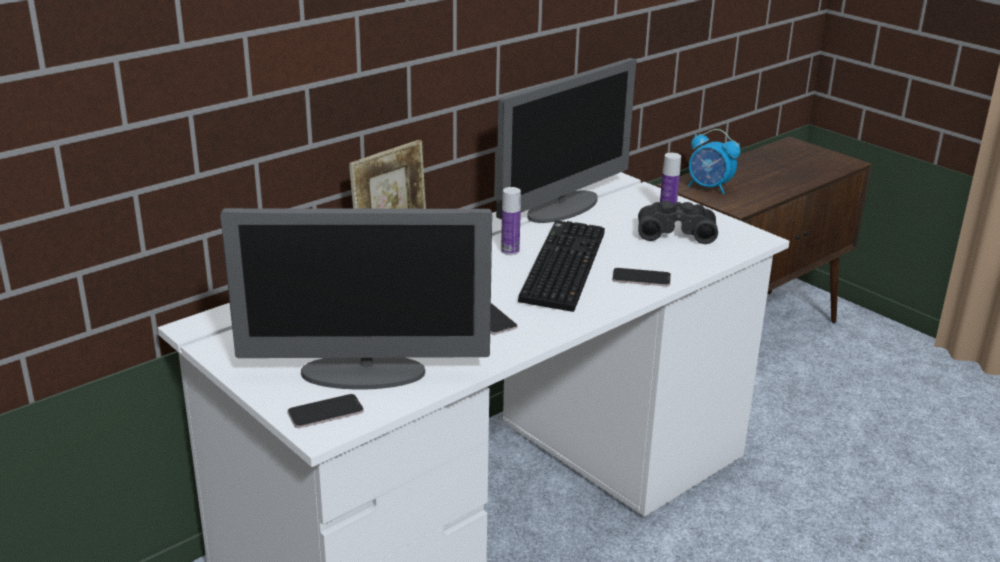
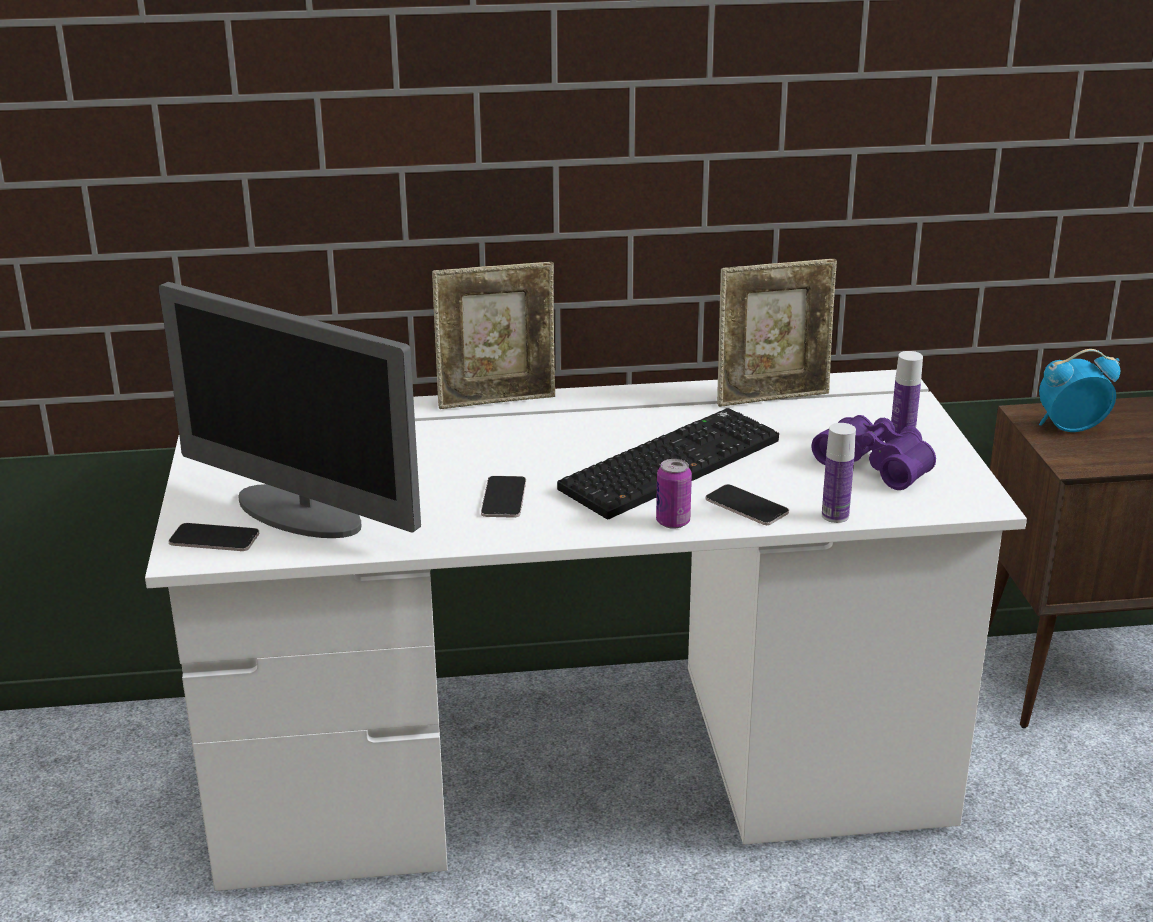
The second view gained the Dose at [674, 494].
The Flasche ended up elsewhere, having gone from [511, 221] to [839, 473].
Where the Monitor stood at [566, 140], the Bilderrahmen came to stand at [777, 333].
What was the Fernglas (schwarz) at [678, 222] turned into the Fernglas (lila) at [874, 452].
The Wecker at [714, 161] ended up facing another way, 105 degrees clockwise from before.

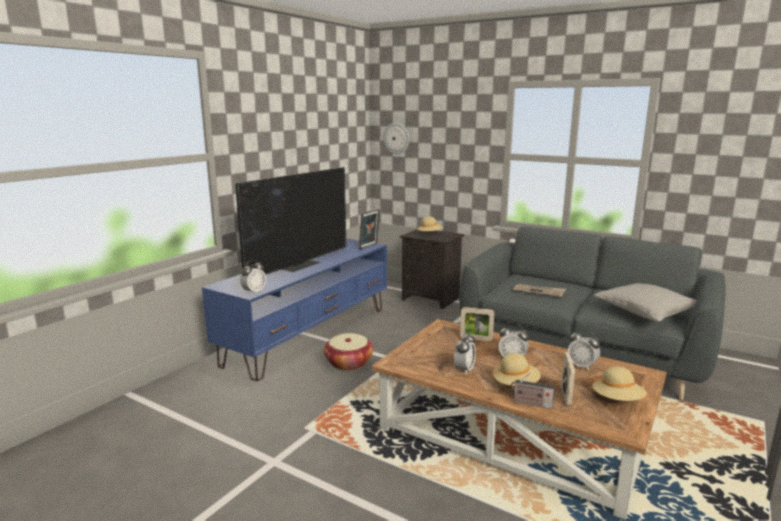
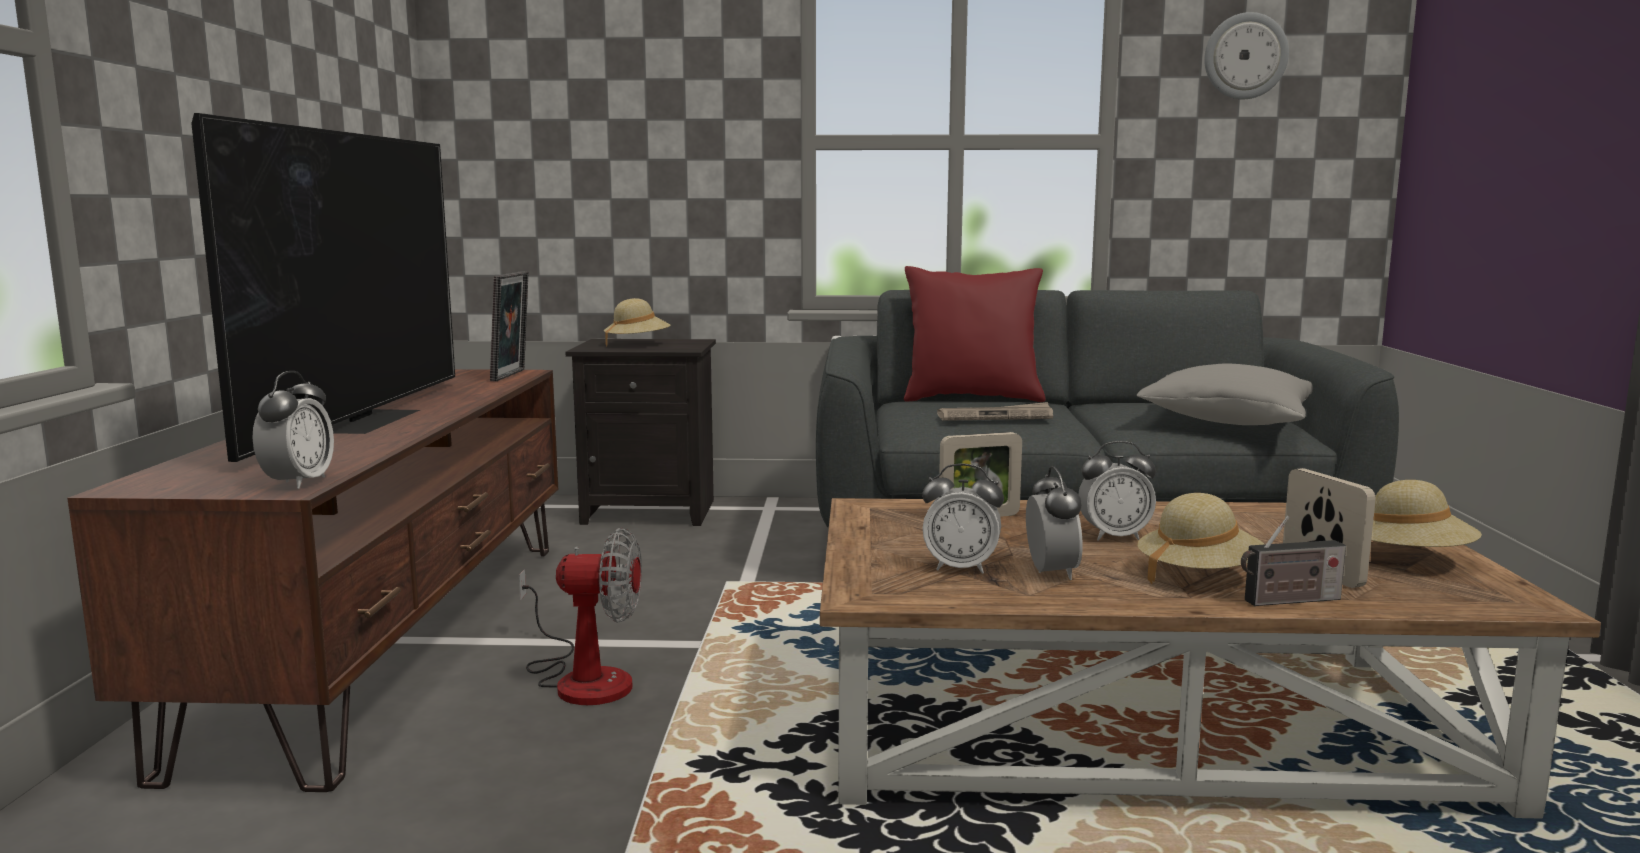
The second view gained the Kissen (rot) at [974, 334].
The Wanduhr ended up elsewhere, having gone from [396, 138] to [1246, 55].
The Wecker ended up elsewhere, having gone from [584, 350] to [963, 519].
Where the Korb stood at [348, 351], the Ventilator came to stand at [580, 616].
What was the Fernsehschrank (blau) at [294, 310] turned into the Fernsehschrank (braun) at [312, 580].

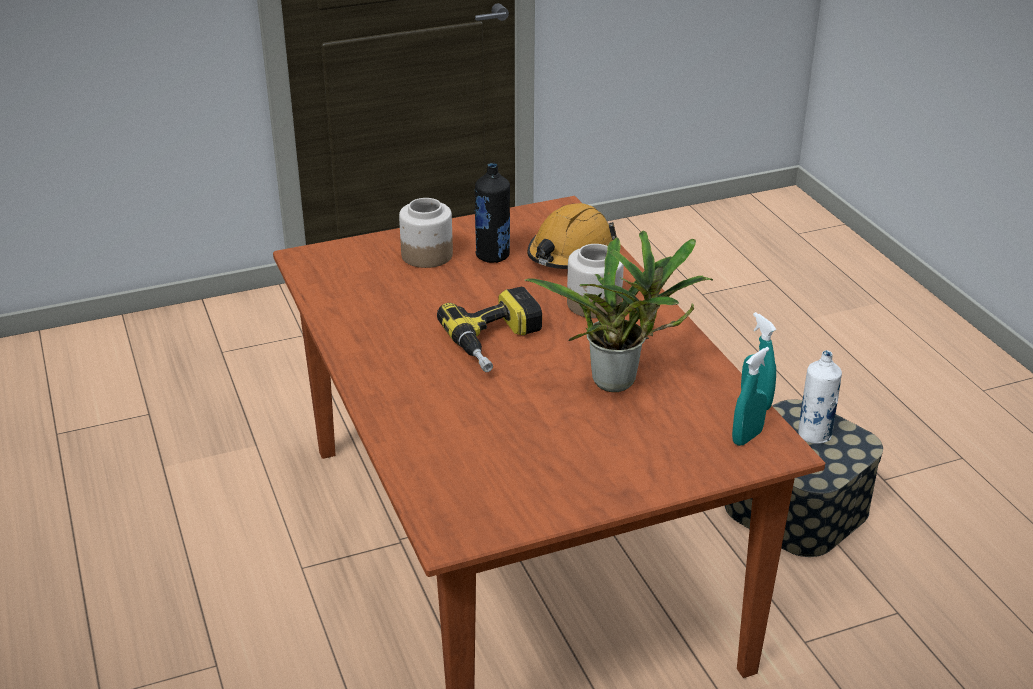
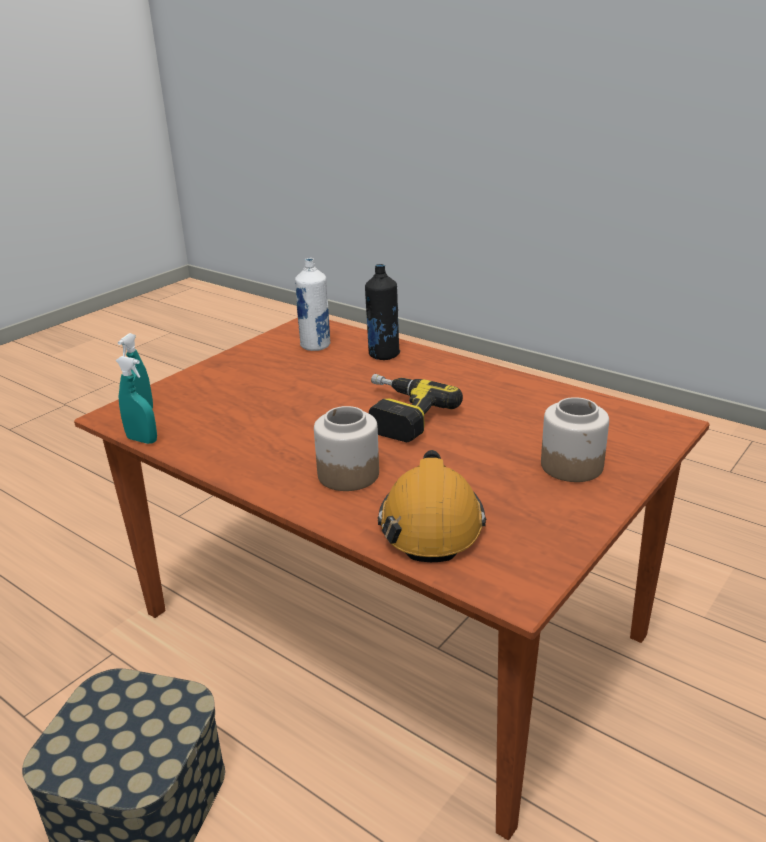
The second view lost the Topfpflanze at [619, 311].
The Flasche (schwarz) ended up elsewhere, having gone from [492, 213] to [382, 312].
The Flasche (weiß) ended up elsewhere, having gone from [820, 397] to [312, 304].

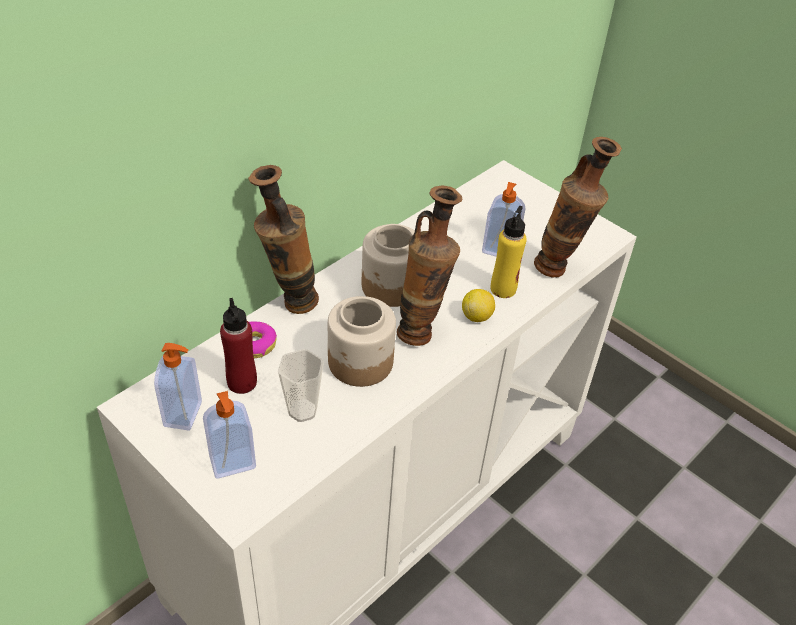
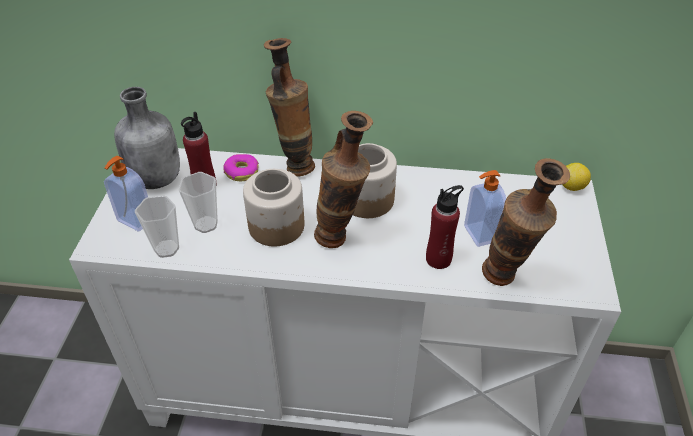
The second view gained the Tasse at [157, 226].
The Zitrone ended up elsewhere, having gone from [478, 305] to [576, 177].
Where the Seifenspender stood at [178, 387], the Flasche (grau) came to stand at [147, 138].
What was the Flasche (gelb) at [509, 252] turned into the Flasche (rot) at [445, 227].

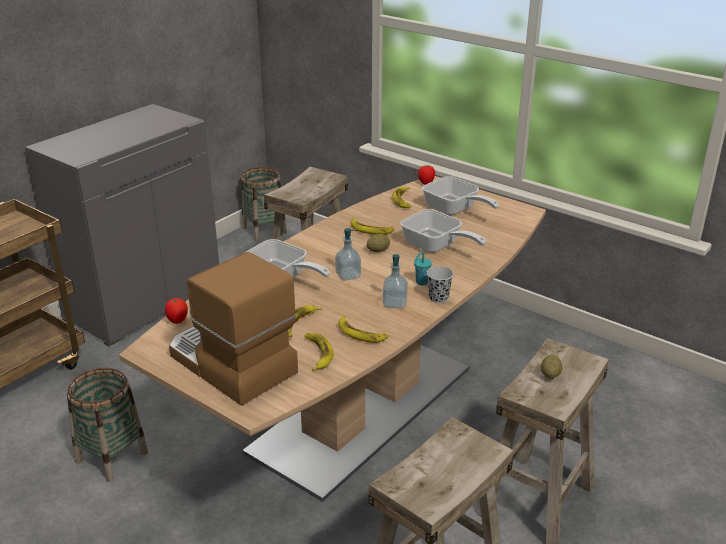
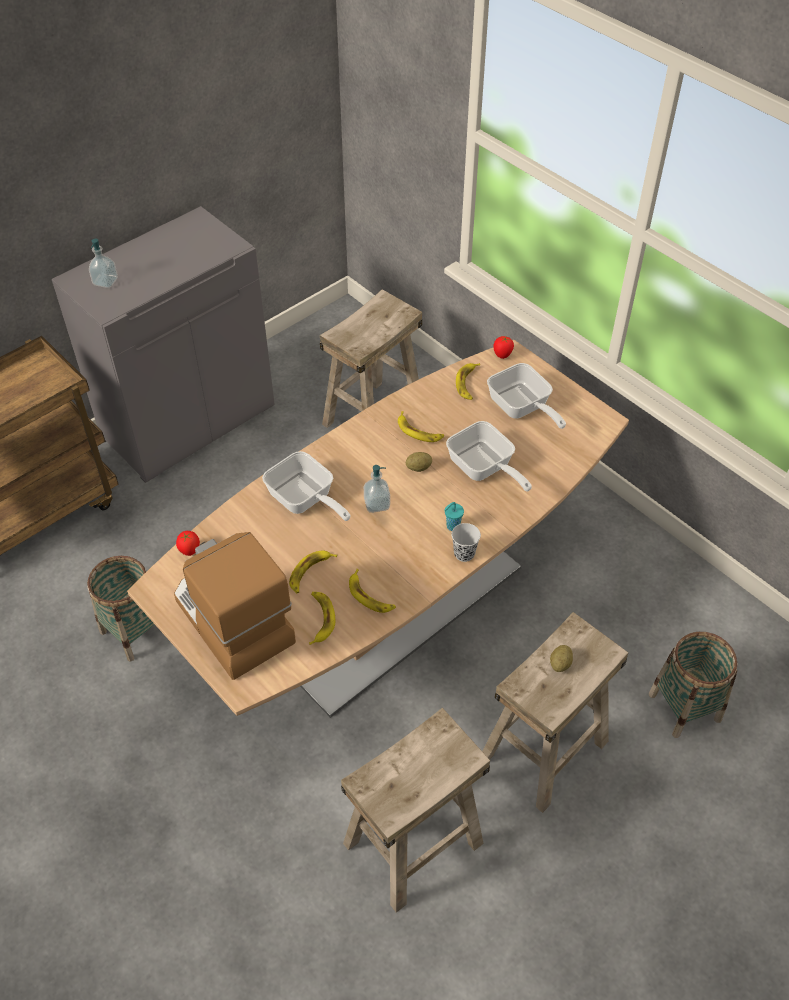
The Korb ended up elsewhere, having gone from [264, 204] to [693, 685].
The Seifenspender ended up elsewhere, having gone from [395, 281] to [103, 263].

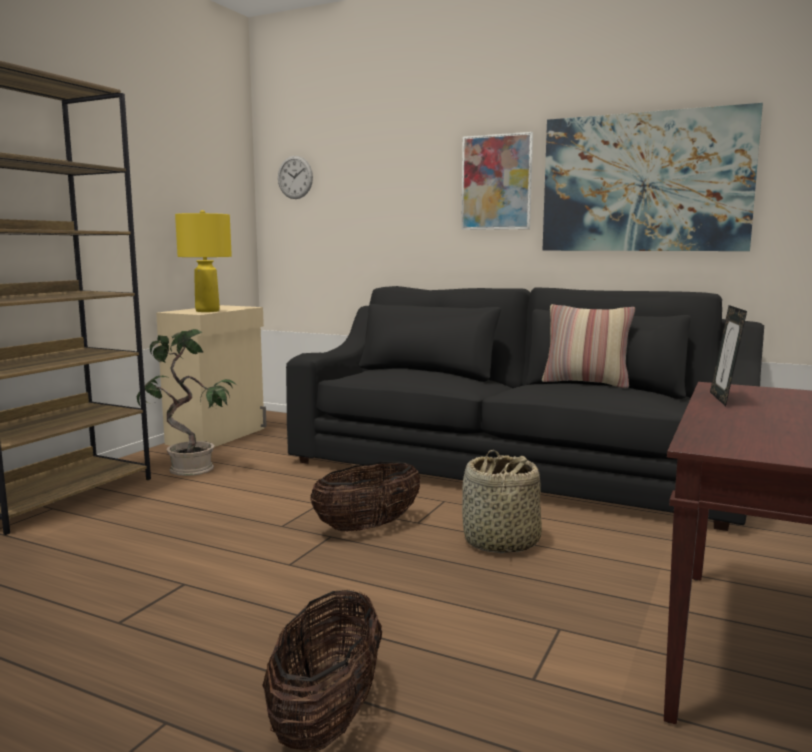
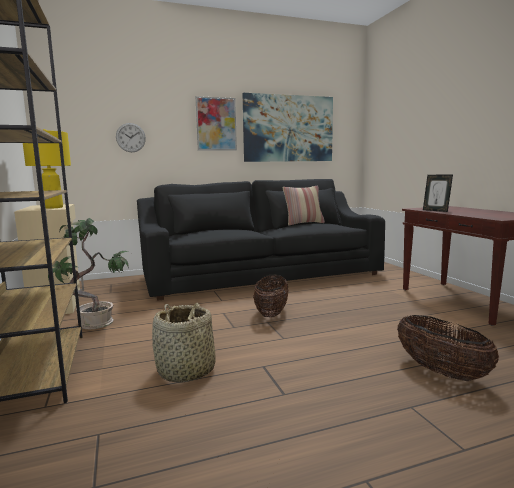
The Wanduhr ended up elsewhere, having gone from [295, 177] to [131, 137].
The Korb ended up elsewhere, having gone from [502, 501] to [184, 343].

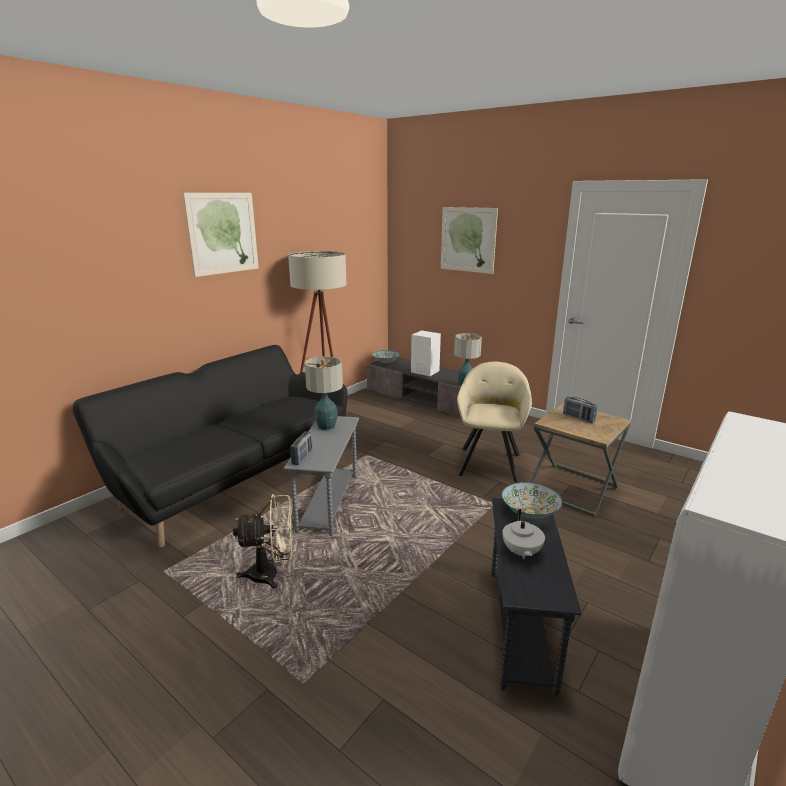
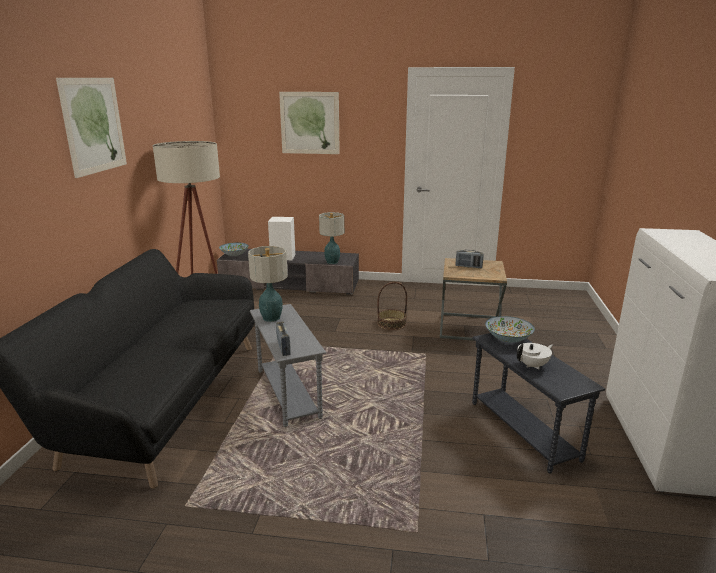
The second view lost the Ventilator (beige) at [263, 541].
Where the Sessel (beige) stood at [494, 422], the Korb came to stand at [392, 306].
The Teekanne (weiß) at [523, 534] ended up facing another way, 90 degrees counterclockwise from before.

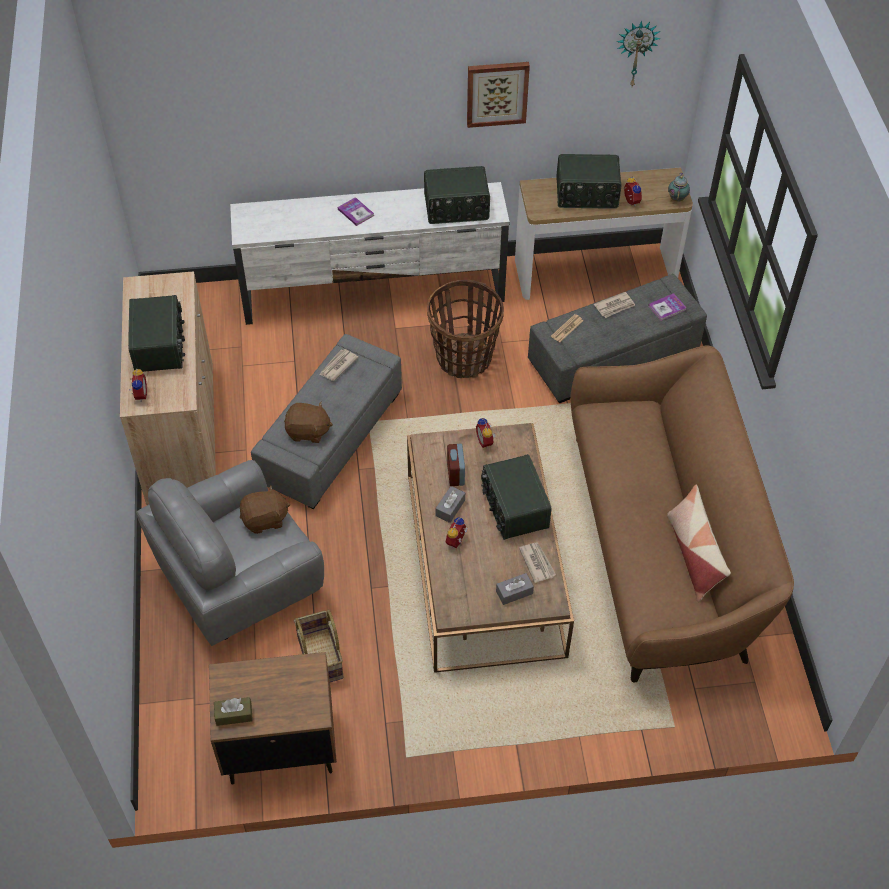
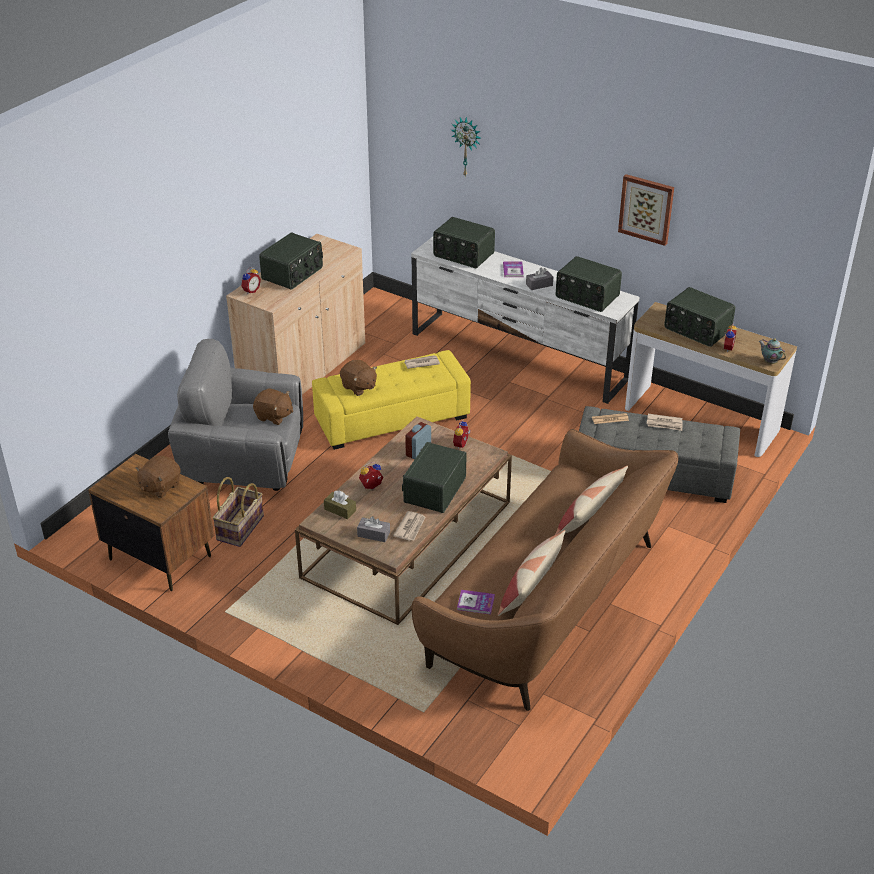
The second view lost the Korb at [465, 329].
The second view gained the Plüschtier (braun) at [158, 477].
The second view gained the Radio at [464, 242].
The second view gained the Kissen at [591, 500].
The Taschentuchbox (braun) ended up elsewhere, having gone from [233, 711] to [340, 505].
The Taschentuchbox (grau) ended up elsewhere, having gone from [450, 504] to [539, 279].
The Wanduhr ended up elsewhere, having gone from [639, 53] to [466, 146].
The Buch ended up elsewhere, having gone from [667, 307] to [476, 602].
What was the Polsterhocker (grau) at [326, 421] turned into the Polsterhocker (gelb) at [391, 400].
The Teekanne at [679, 187] ended up facing another way, 90 degrees counterclockwise from before.

